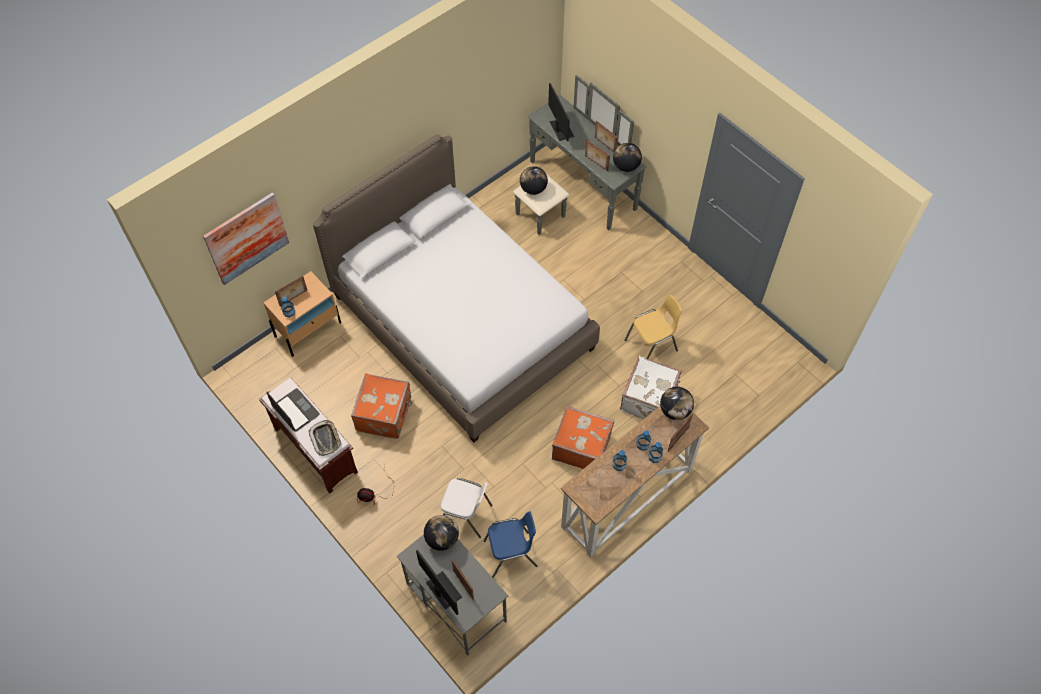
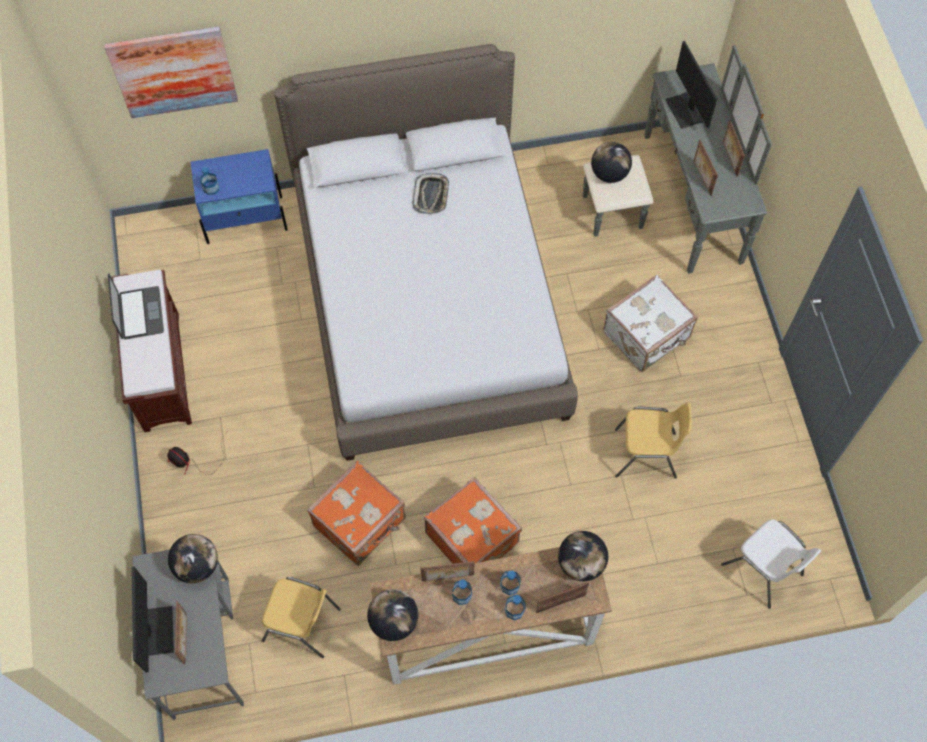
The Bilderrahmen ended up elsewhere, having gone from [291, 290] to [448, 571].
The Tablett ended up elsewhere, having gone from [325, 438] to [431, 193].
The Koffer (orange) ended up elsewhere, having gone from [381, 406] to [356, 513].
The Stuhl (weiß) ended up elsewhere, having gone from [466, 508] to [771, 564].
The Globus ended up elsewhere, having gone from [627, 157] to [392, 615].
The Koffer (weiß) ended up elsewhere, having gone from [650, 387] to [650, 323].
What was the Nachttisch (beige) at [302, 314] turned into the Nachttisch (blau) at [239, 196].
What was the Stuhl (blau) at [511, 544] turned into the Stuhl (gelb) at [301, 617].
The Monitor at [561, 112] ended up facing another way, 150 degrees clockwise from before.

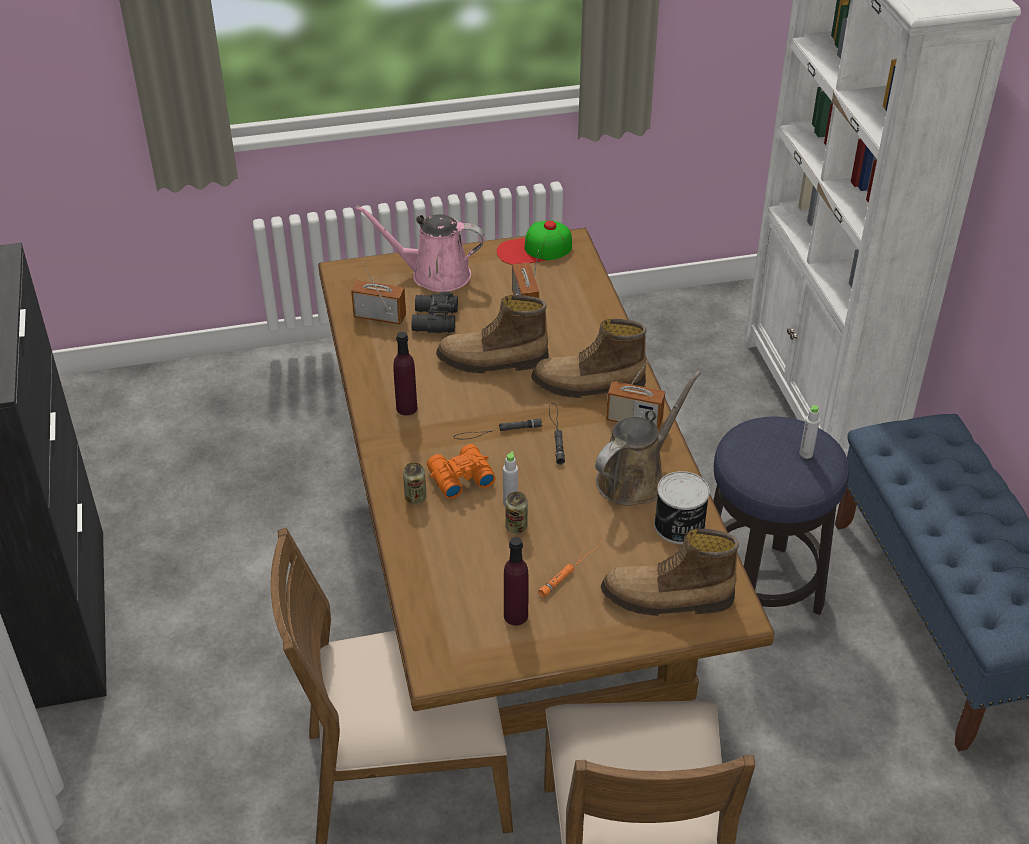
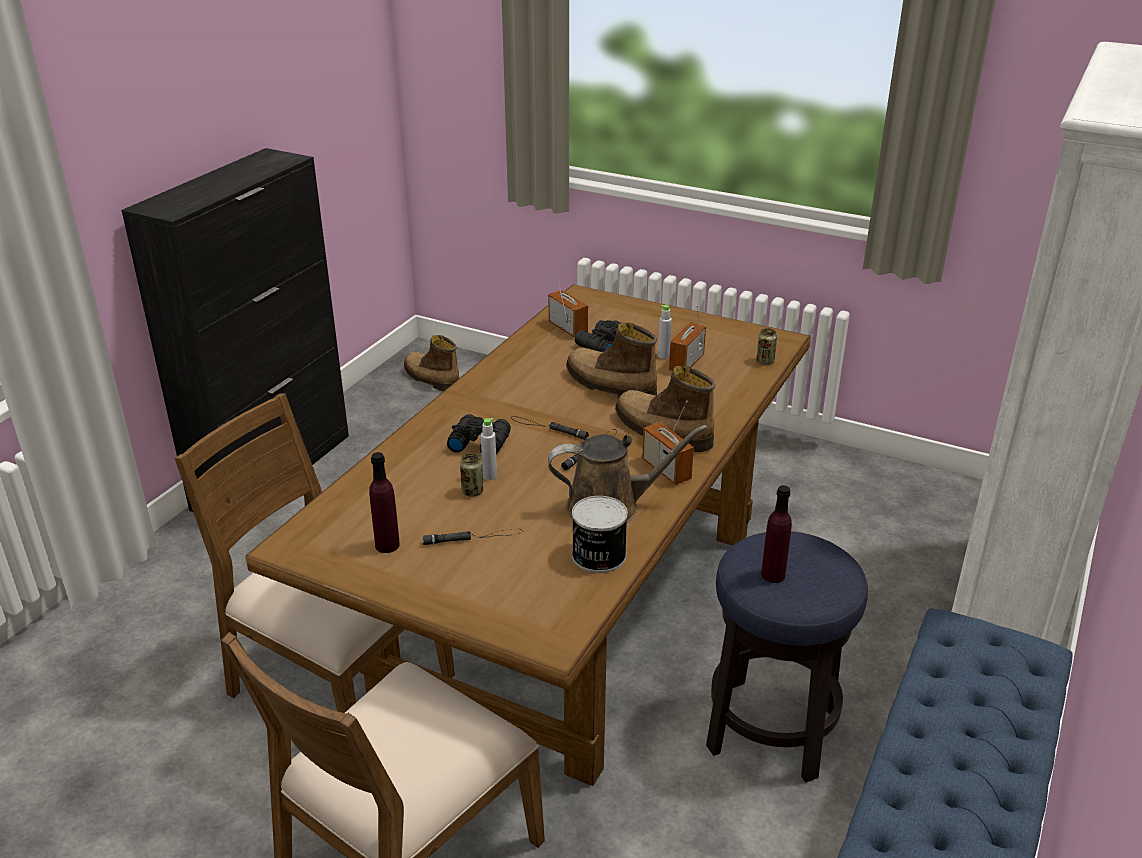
The second view lost the Gießkanne (rosa) at [420, 248].
The second view lost the Kappe at [534, 243].
The Flasche (lila) ended up elsewhere, having gone from [405, 373] to [776, 534].
The Dose ended up elsewhere, having gone from [414, 483] to [766, 346].
The Stiefel ended up elsewhere, having gone from [670, 572] to [431, 363].
The Flasche (grau) ended up elsewhere, having gone from [809, 432] to [665, 332].
What was the Fernglas (orange) at [461, 471] turned into the Fernglas (schwarz) at [479, 434].
What was the Taschenlampe (orange) at [570, 567] turned into the Taschenlampe (schwarz) at [473, 537].

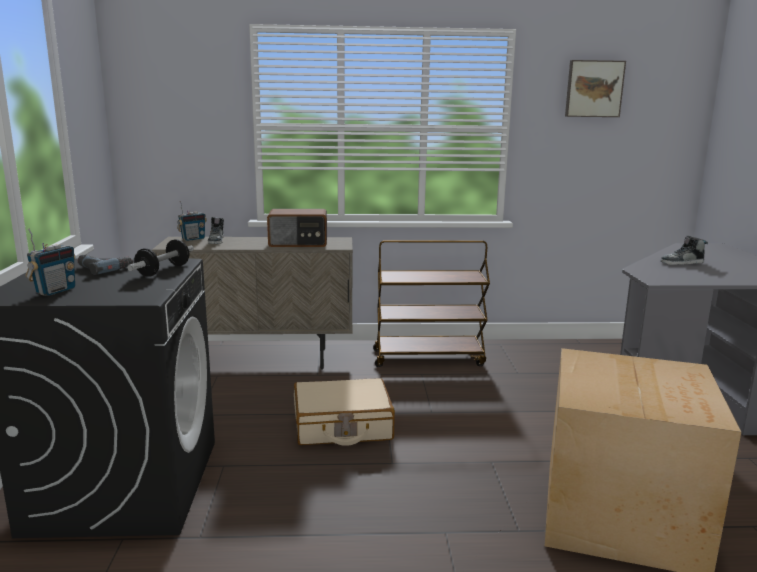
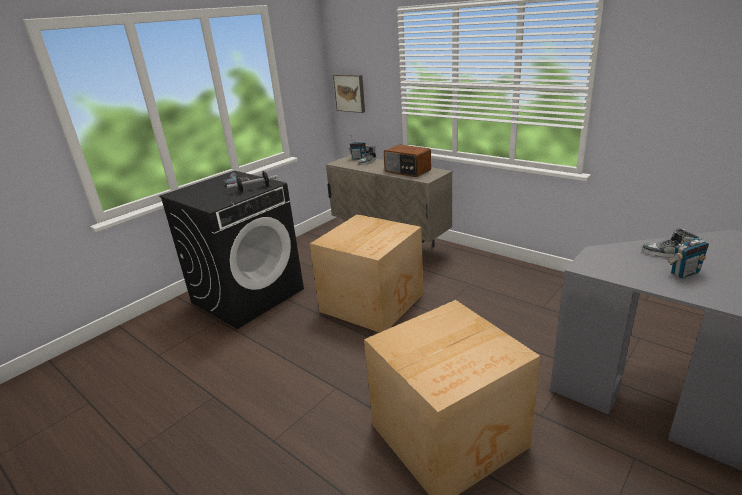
The second view lost the Rollwagen (braun) at [431, 303].
The Radio ended up elsewhere, having gone from [50, 262] to [688, 254].
The Bild ended up elsewhere, having gone from [595, 88] to [349, 93].
Where the Koffer (beige) stood at [344, 412], the Karton came to stand at [366, 273].

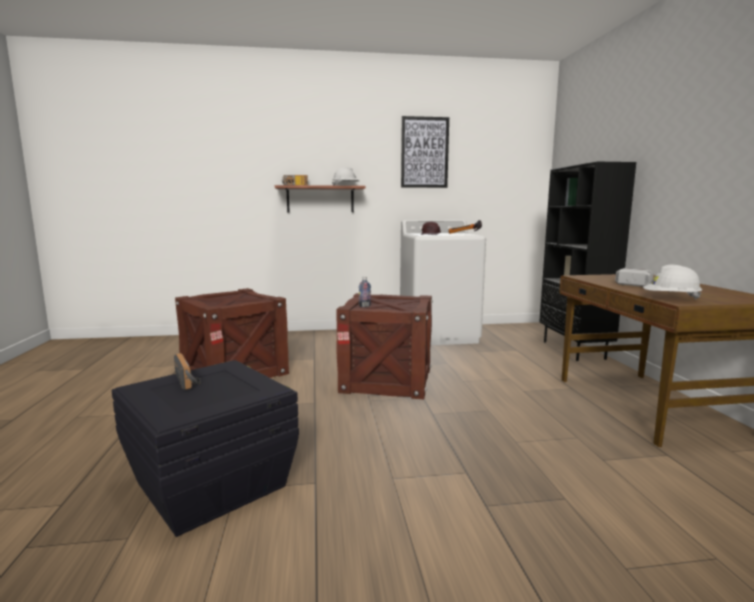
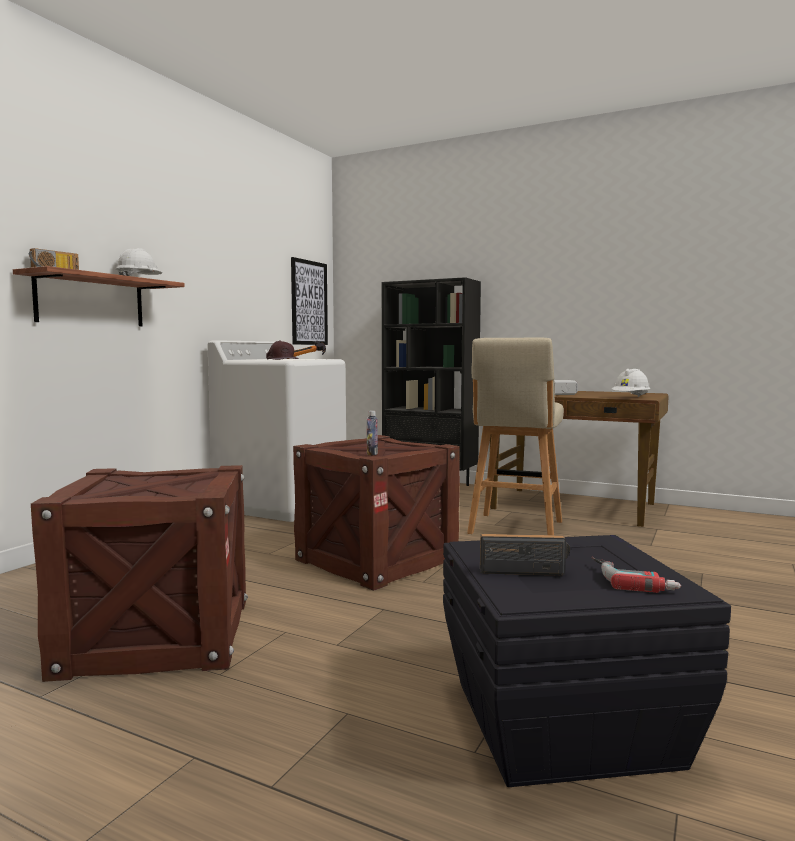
The second view gained the Hocker (beige) at [515, 436].
The second view gained the Bohrmaschine at [636, 575].
The Bild ended up elsewhere, having gone from [425, 152] to [309, 301].

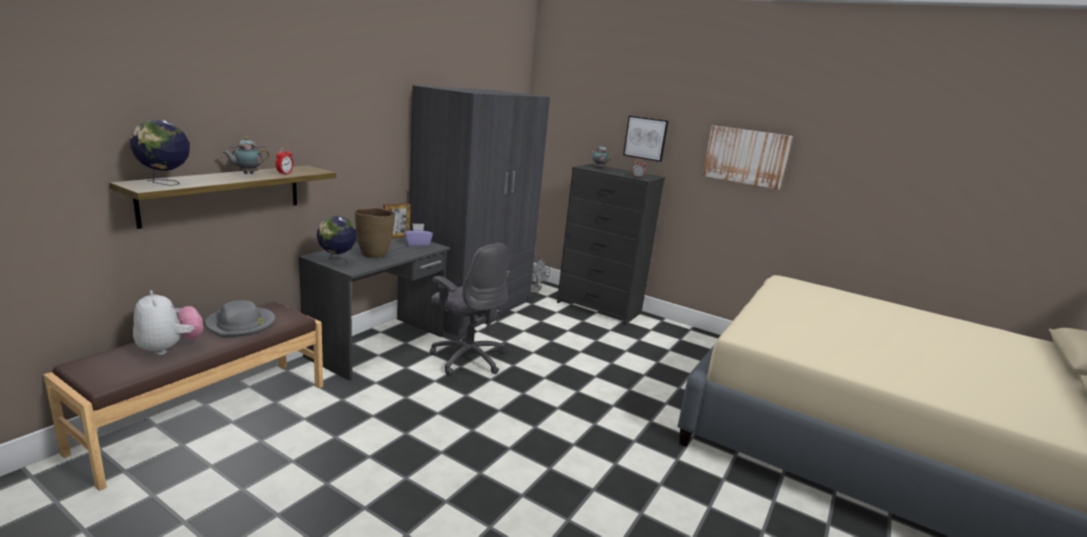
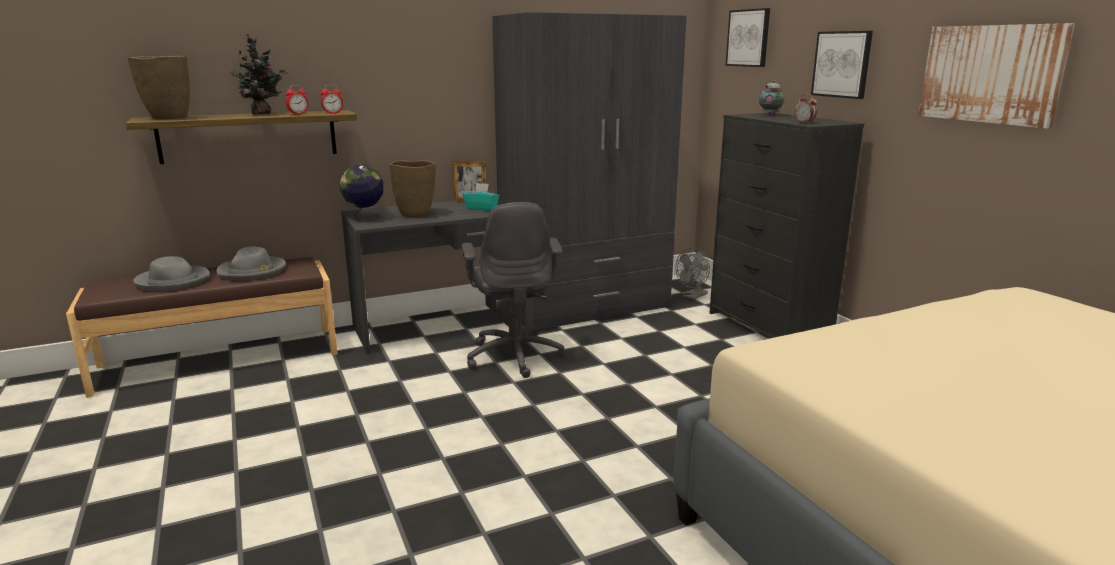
The second view gained the Wecker at [331, 99].
The second view gained the Bild at [748, 37].
Where the Globus stood at [160, 153], the Vase (braun) came to stand at [159, 87].
Where the Plüschtier stood at [168, 322], the Hut (grau) came to stand at [171, 273].
Where the Teekanne stood at [246, 155], the Topfpflanze came to stand at [258, 74].
What was the Taschentuchbox (lila) at [418, 235] turned into the Taschentuchbox (türkis) at [481, 197].

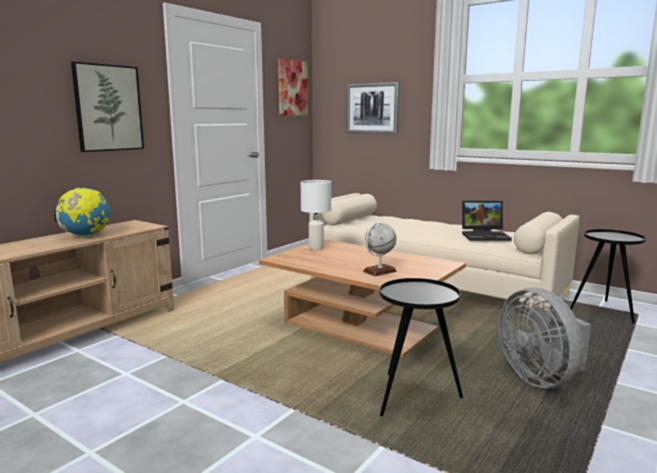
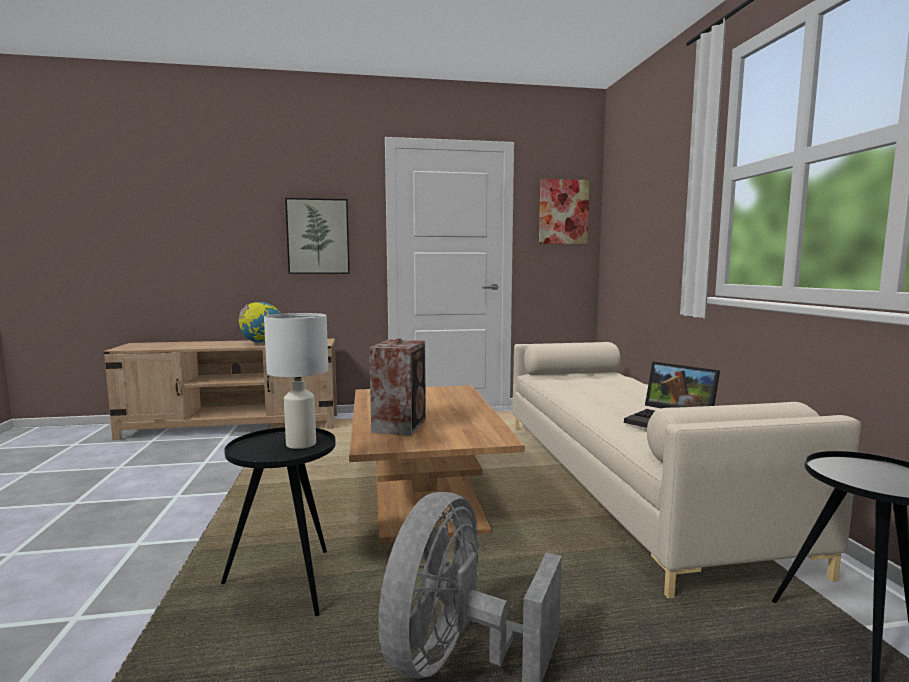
The second view lost the Bild at [372, 108].
The Tischlampe (weiß) ended up elsewhere, having gone from [316, 215] to [296, 381].
Where the Globus stood at [380, 249], the Lautsprecher came to stand at [397, 387].

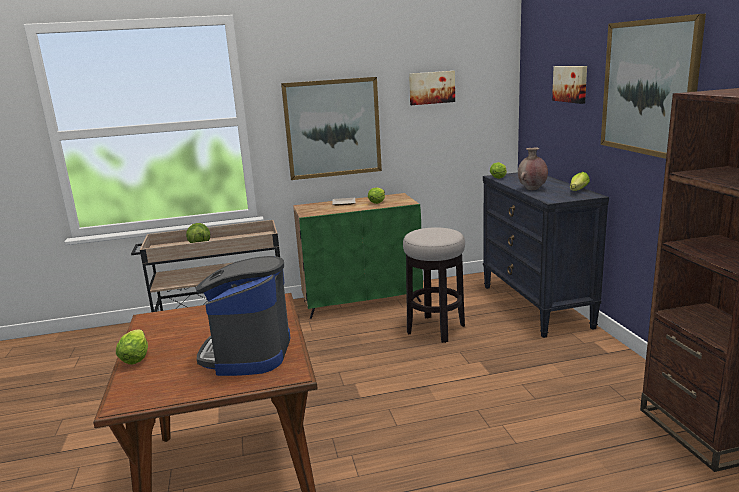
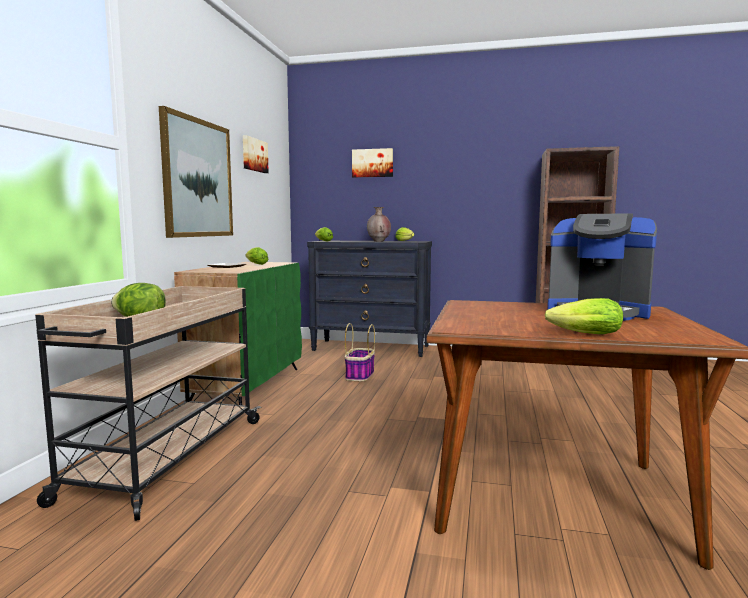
The second view lost the Bild at [653, 86].
Where the Hocker stood at [434, 285], the Korb came to stand at [359, 352].

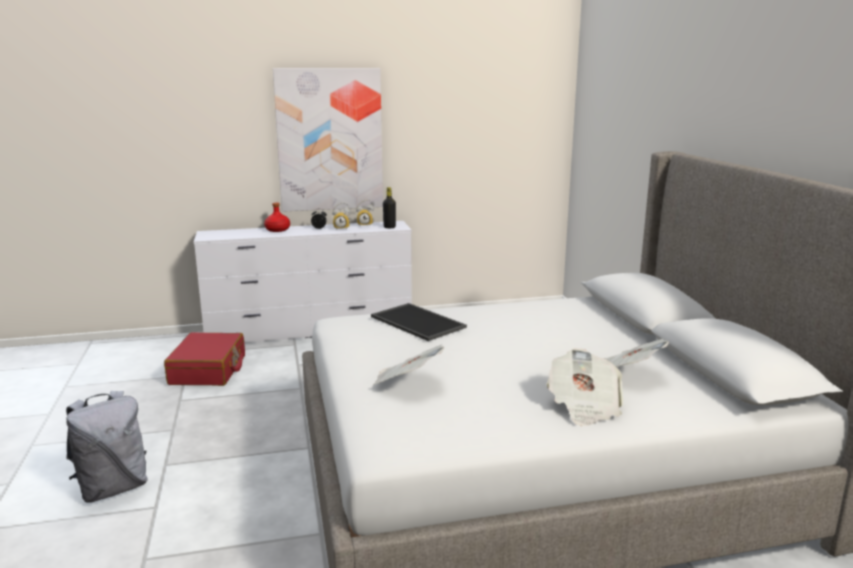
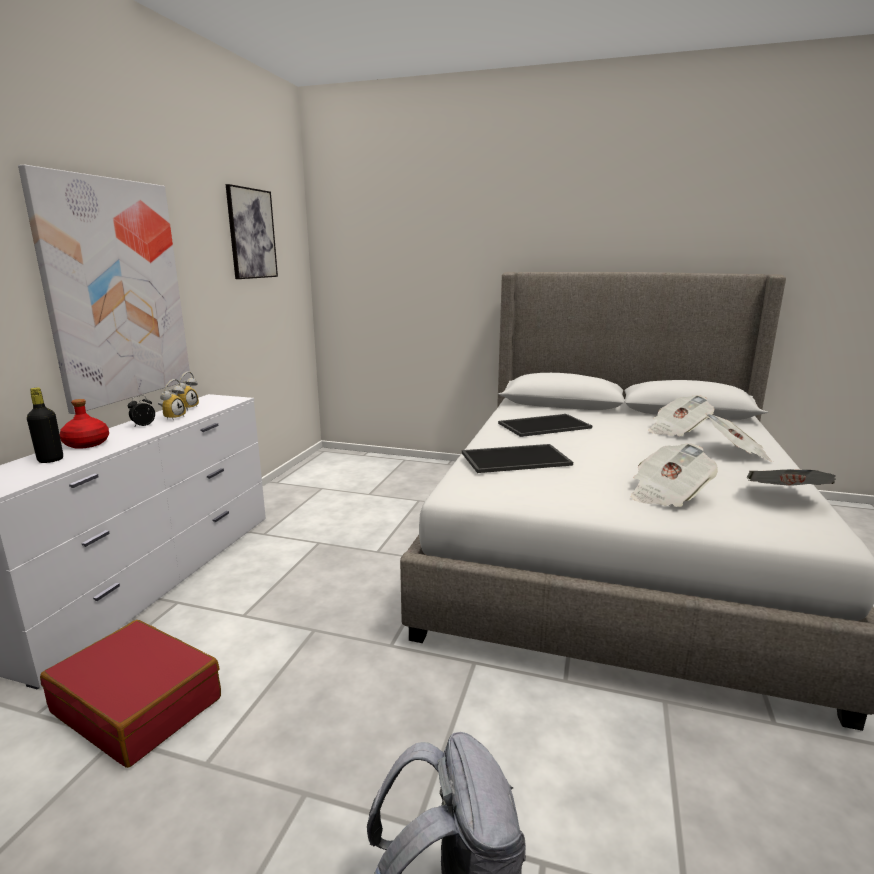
The second view gained the Bild at [252, 231].
The second view gained the Tablett at [545, 425].
The second view gained the Zeitung at [791, 477].
The Flasche (schwarz) ended up elsewhere, having gone from [389, 207] to [45, 425].

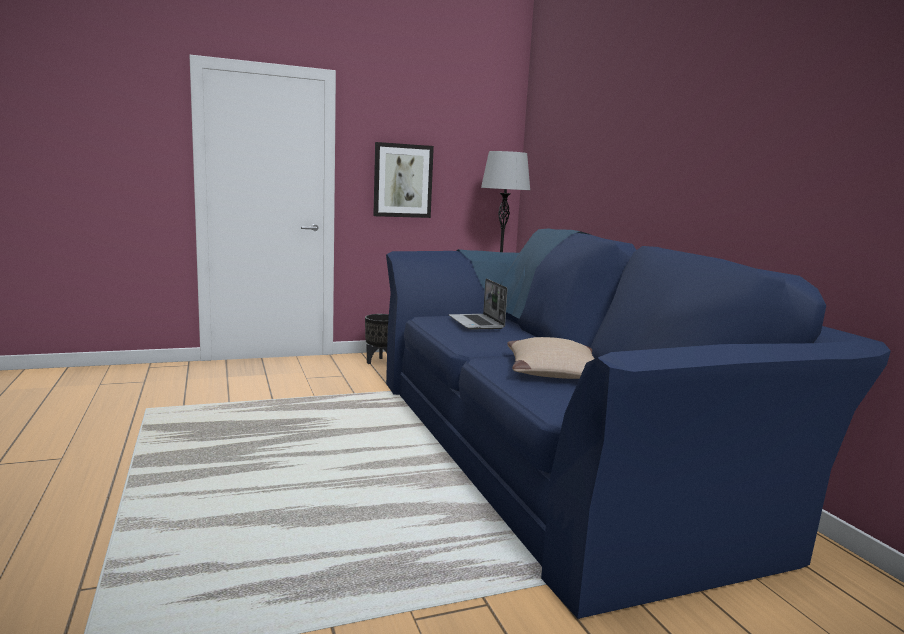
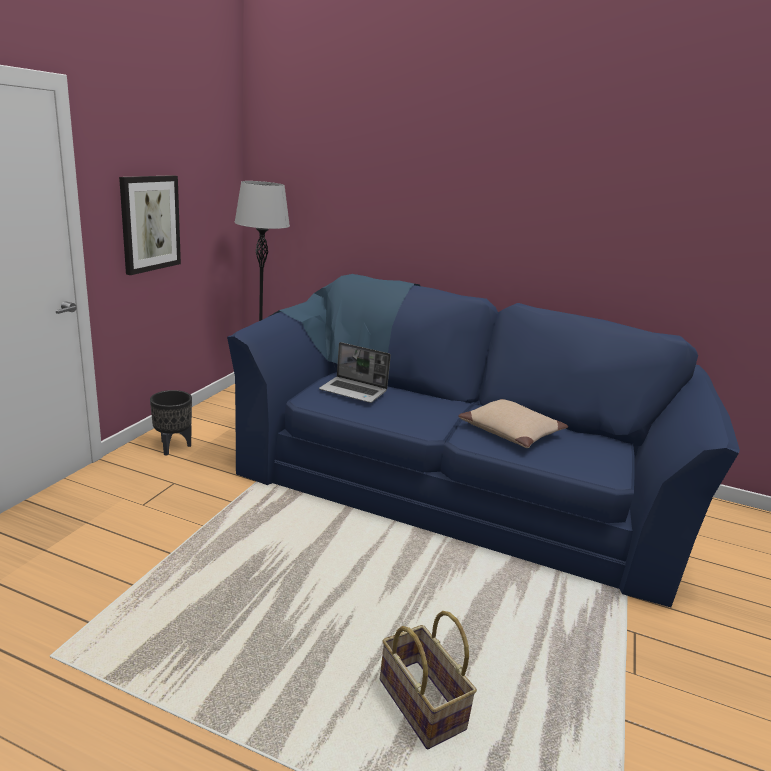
The second view gained the Korb at [428, 680].

